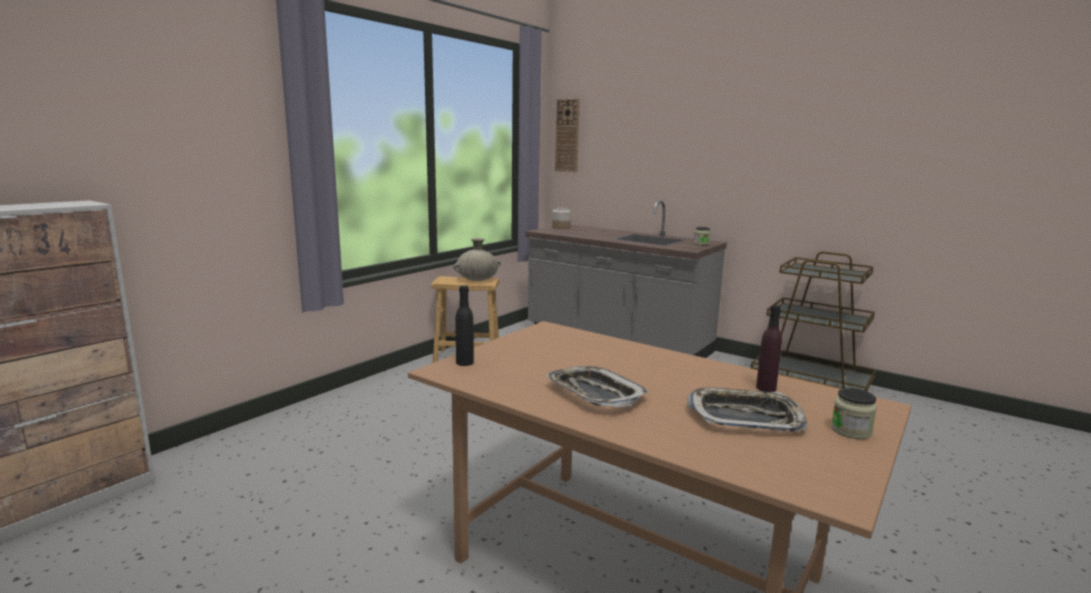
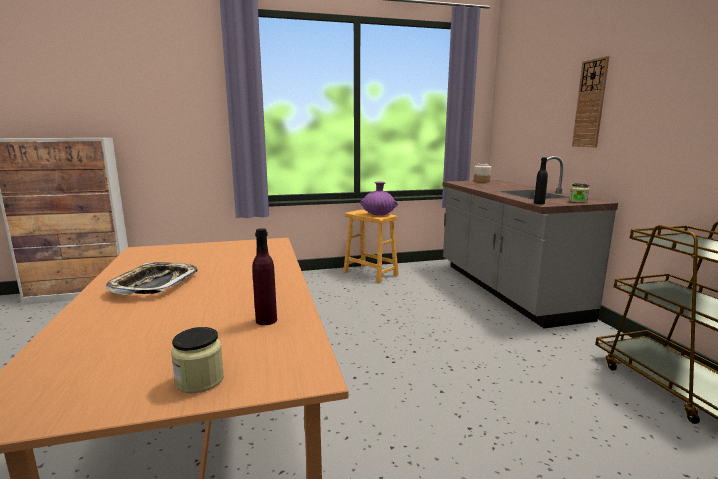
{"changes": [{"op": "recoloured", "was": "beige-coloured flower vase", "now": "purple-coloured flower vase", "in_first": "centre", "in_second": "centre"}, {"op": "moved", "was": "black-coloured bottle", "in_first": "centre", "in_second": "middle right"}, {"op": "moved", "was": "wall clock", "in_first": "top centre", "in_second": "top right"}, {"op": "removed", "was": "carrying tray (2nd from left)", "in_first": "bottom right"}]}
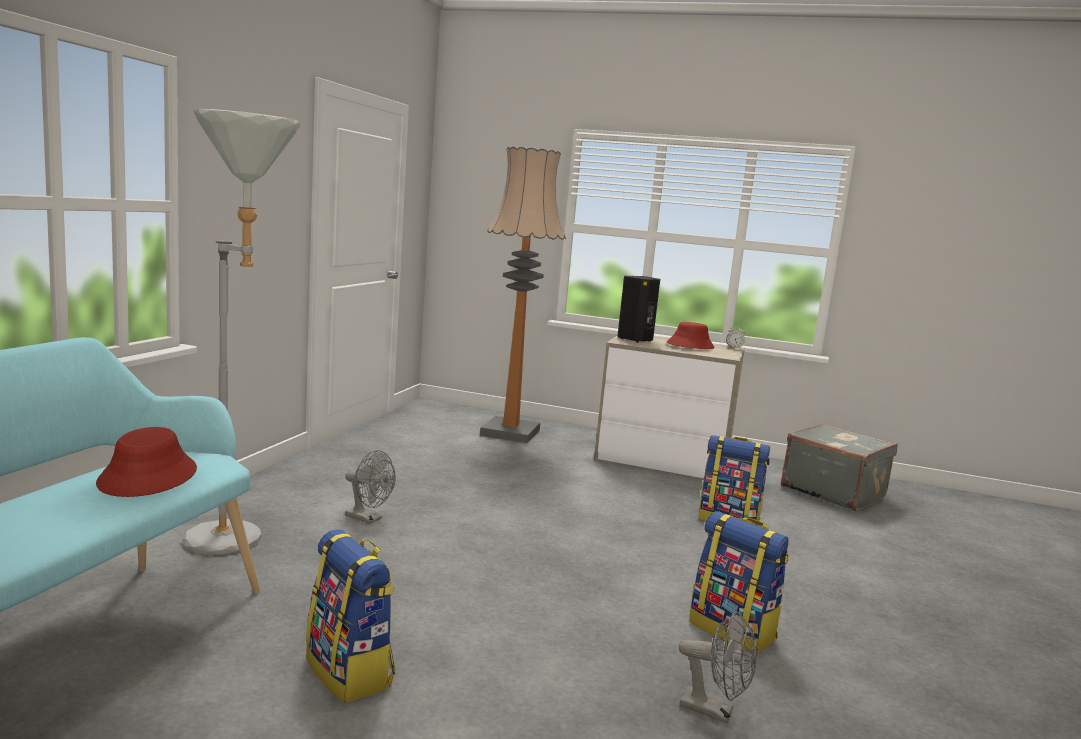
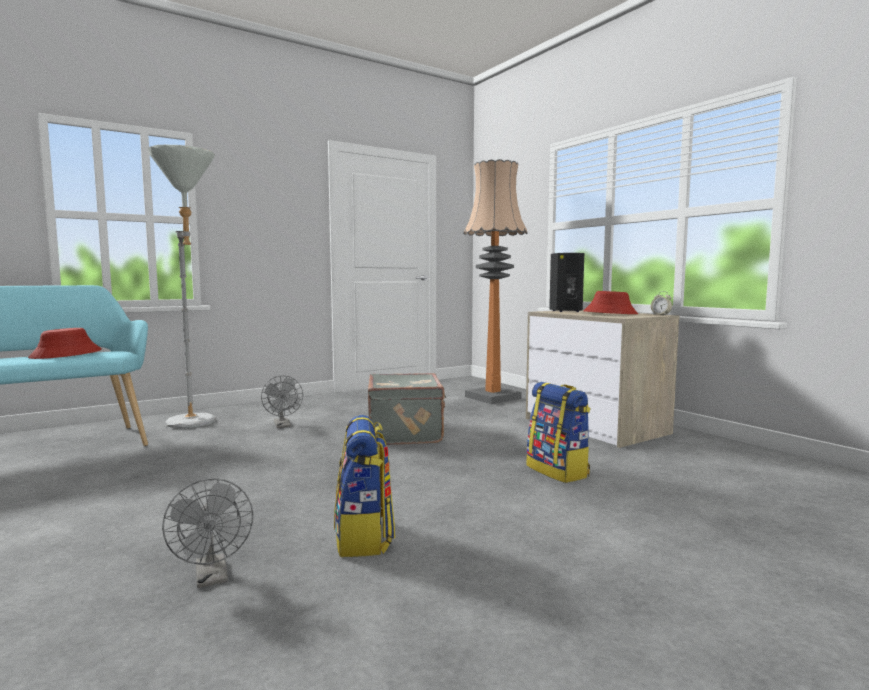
{"changes": [{"op": "moved", "was": "gray travel case", "in_first": "middle right", "in_second": "centre"}, {"op": "removed", "was": "backpack (1st from left)", "in_first": "bottom left"}]}
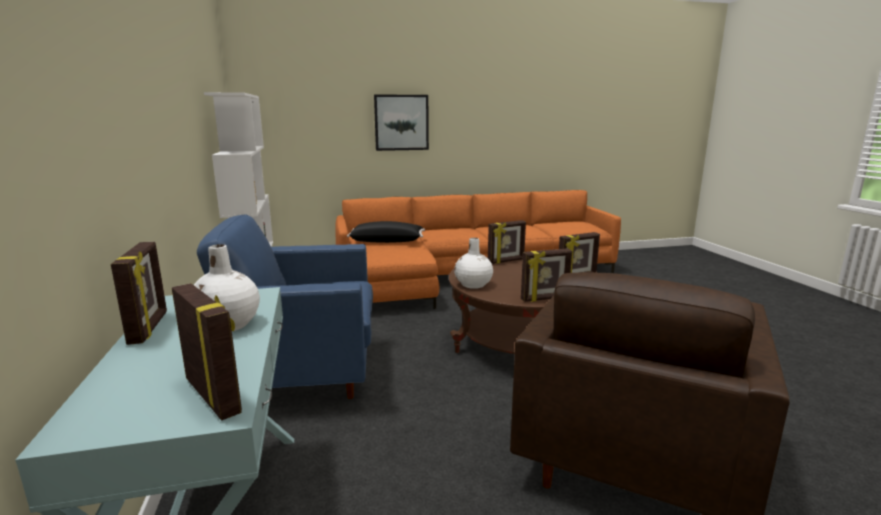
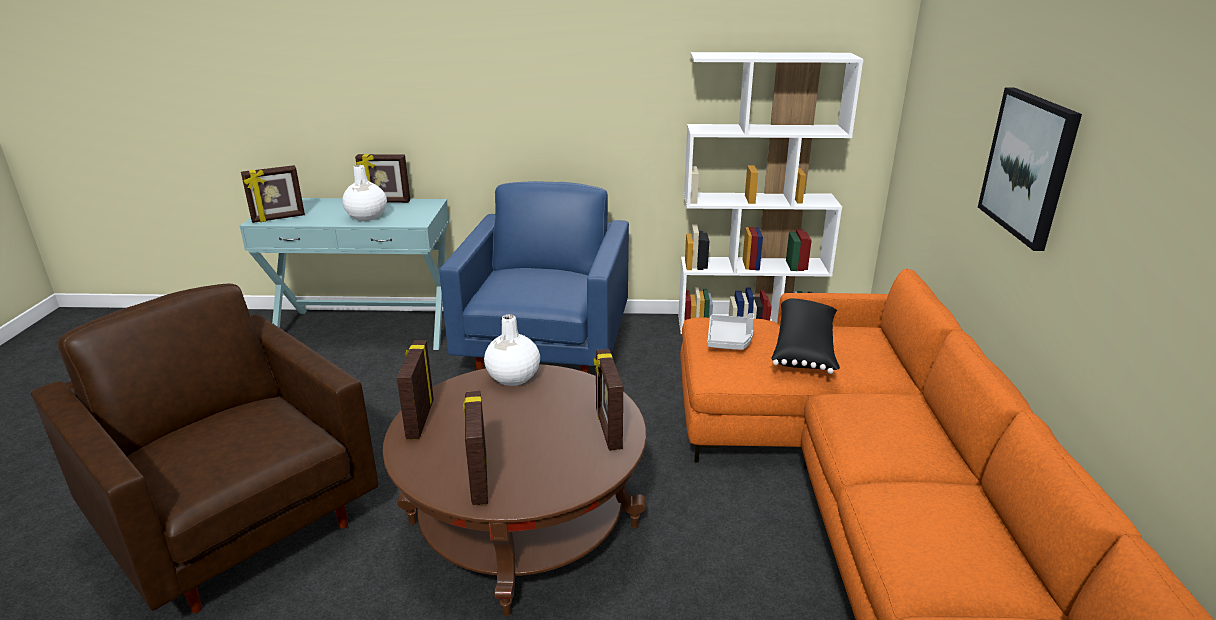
{"changes": [{"op": "added", "now": "gray carrying tray", "in_second": "centre"}]}
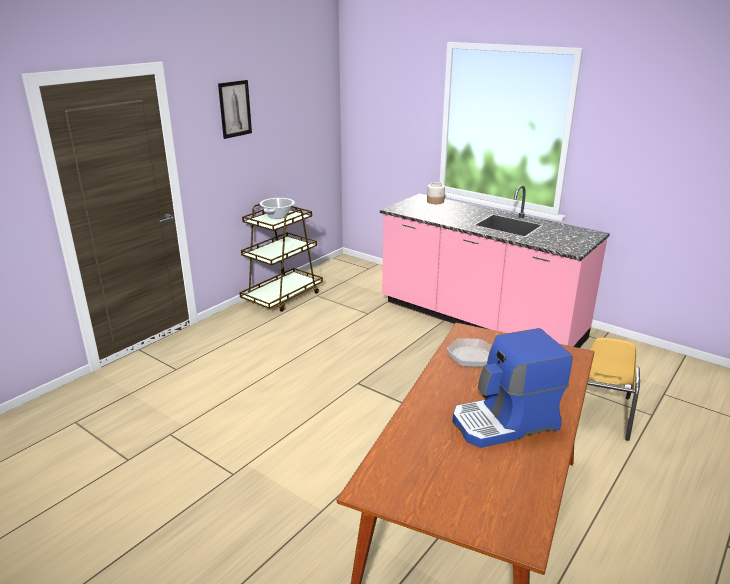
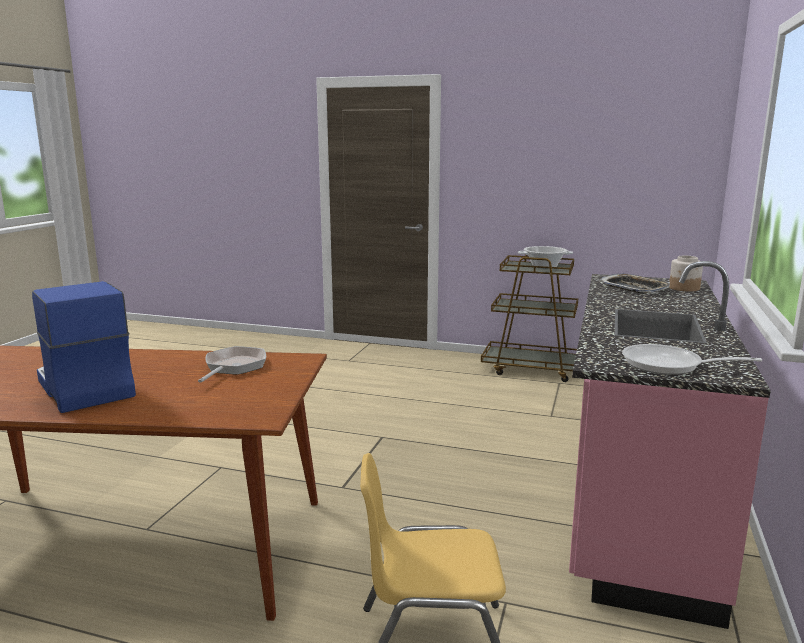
{"changes": [{"op": "added", "now": "carrying tray", "in_second": "middle right"}, {"op": "added", "now": "frying pan (2nd from left)", "in_second": "middle right"}, {"op": "removed", "was": "wall art", "in_first": "top left"}]}
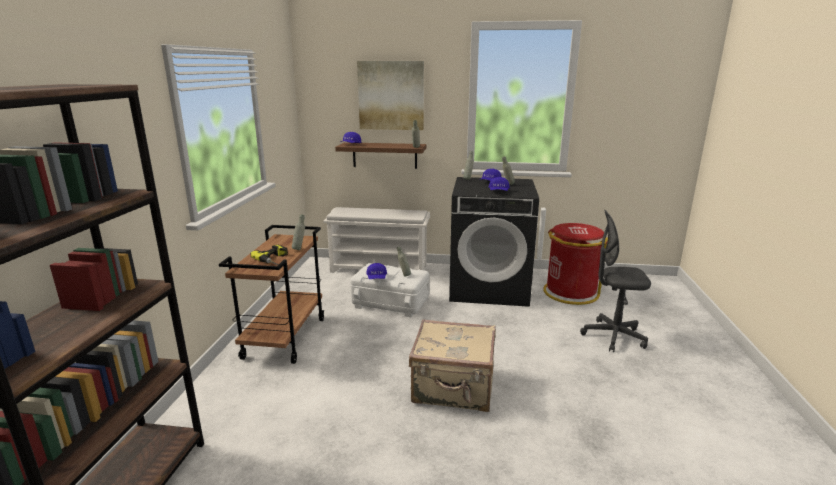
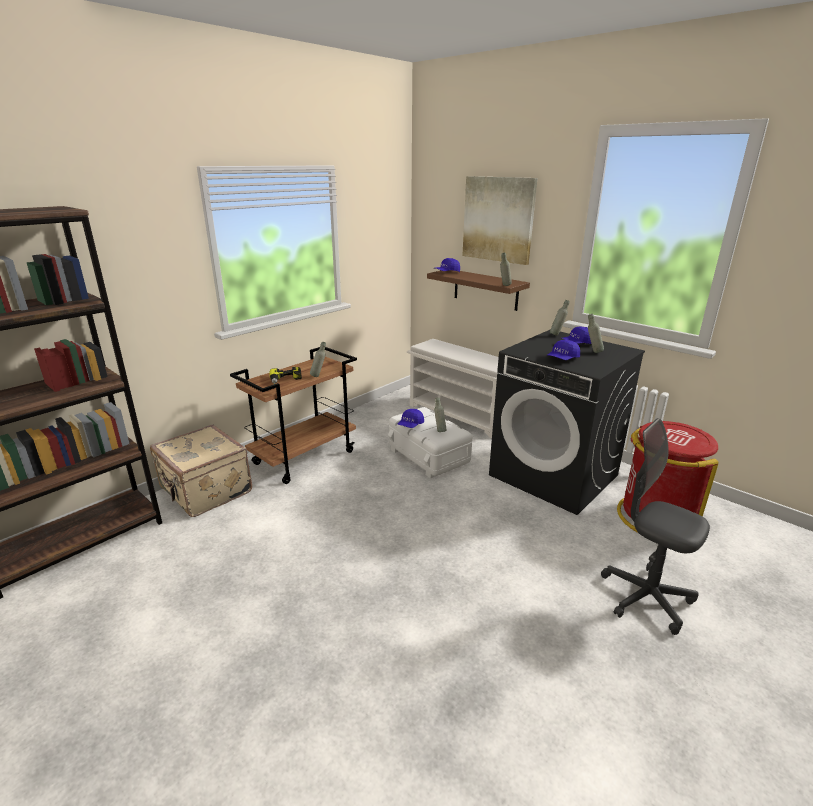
{"changes": [{"op": "moved", "was": "beige-coloured travel case", "in_first": "bottom centre", "in_second": "middle left"}]}
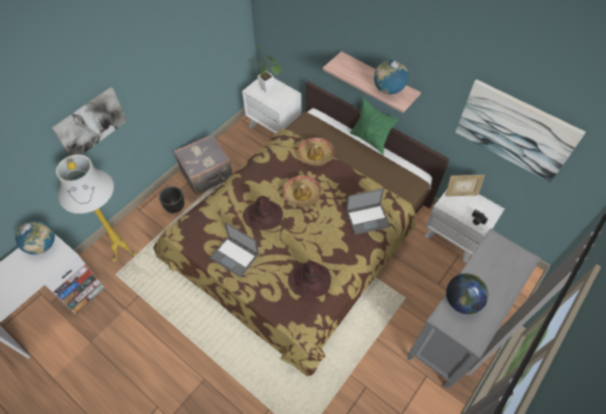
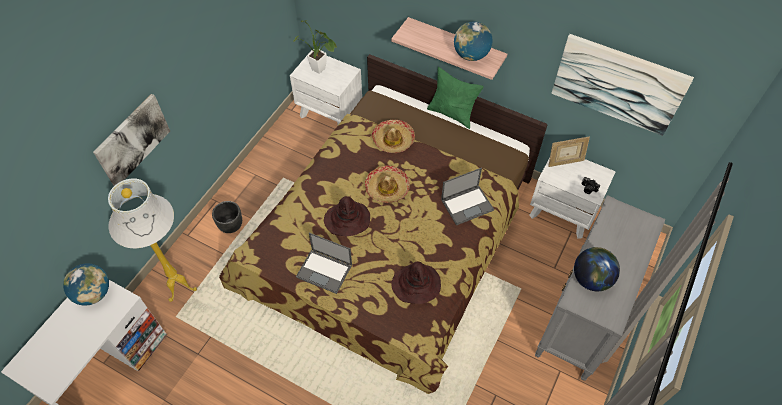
{"changes": [{"op": "removed", "was": "gray travel case", "in_first": "centre"}]}
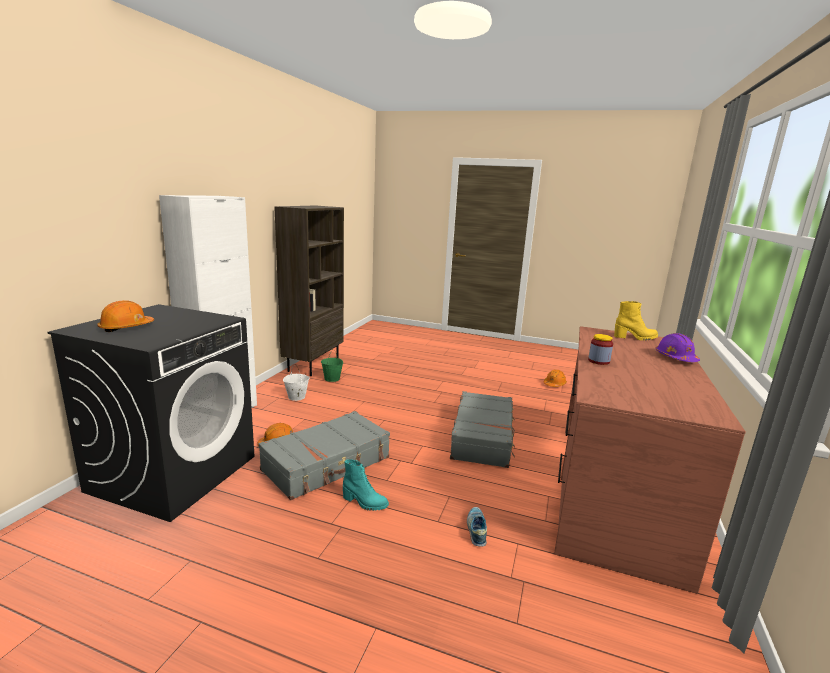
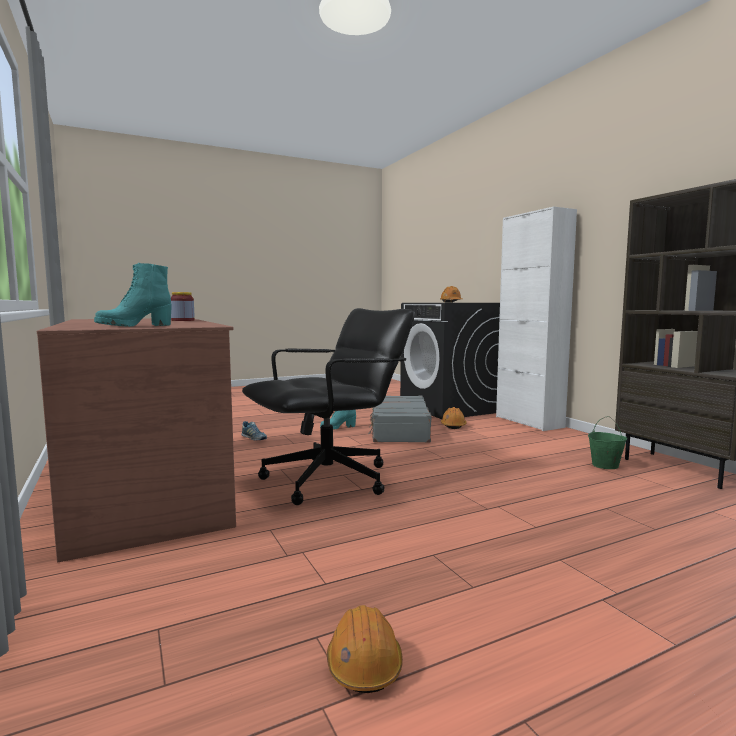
{"changes": [{"op": "recoloured", "was": "yellowish tall boot", "now": "turquoise tall boot (1st from left)", "in_first": "middle right", "in_second": "middle left"}, {"op": "replaced", "was": "gray travel case (2nd from left)", "now": "black-coloured desk chair", "in_first": "centre", "in_second": "centre"}, {"op": "removed", "was": "whitish water bucket", "in_first": "centre"}, {"op": "removed", "was": "purple-coloured safety helmet", "in_first": "middle right"}]}
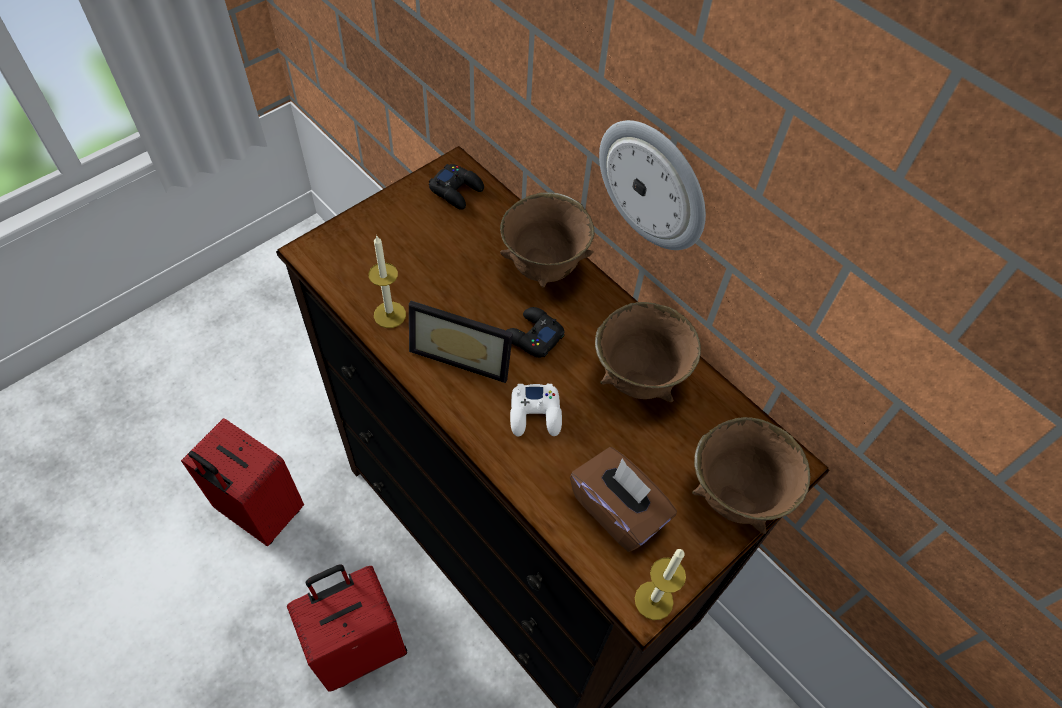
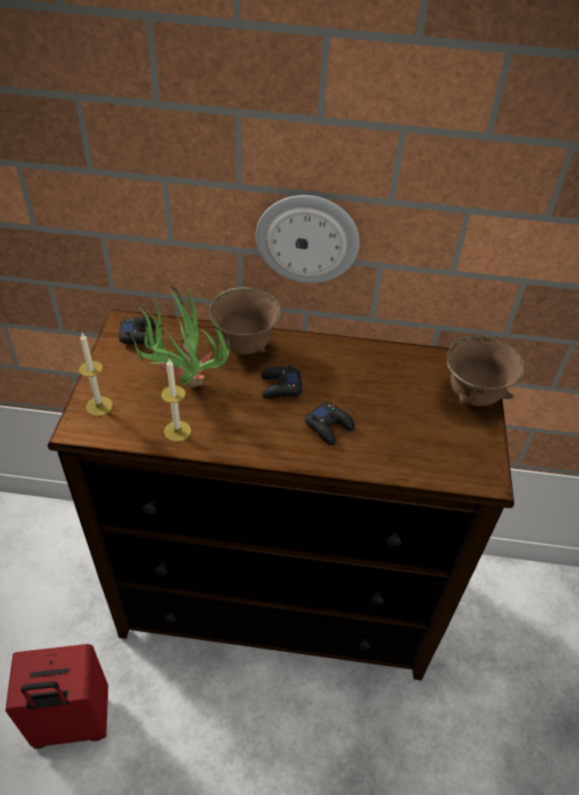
{"changes": [{"op": "moved", "was": "candle (2nd from left in the first image)", "now": "candle (1st from left)", "in_first": "bottom centre", "in_second": "middle left"}, {"op": "added", "now": "houseplant", "in_second": "middle left"}, {"op": "recoloured", "was": "whitish game controller", "now": "black-coloured game controller (3rd from left)", "in_first": "centre", "in_second": "centre"}, {"op": "removed", "was": "red-coloured travel case (2nd from left)", "in_first": "bottom left"}, {"op": "removed", "was": "standing frame", "in_first": "centre"}, {"op": "removed", "was": "brownish tissue holder", "in_first": "bottom centre"}, {"op": "removed", "was": "brownish serving bowl (2nd from left)", "in_first": "centre"}]}
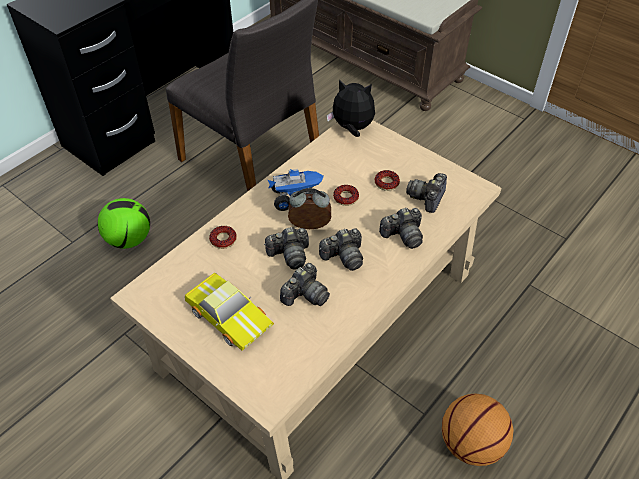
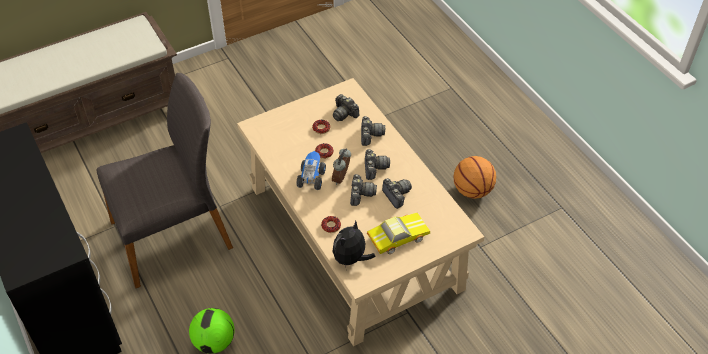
{"changes": [{"op": "moved", "was": "plush toy", "in_first": "top centre", "in_second": "bottom centre"}]}
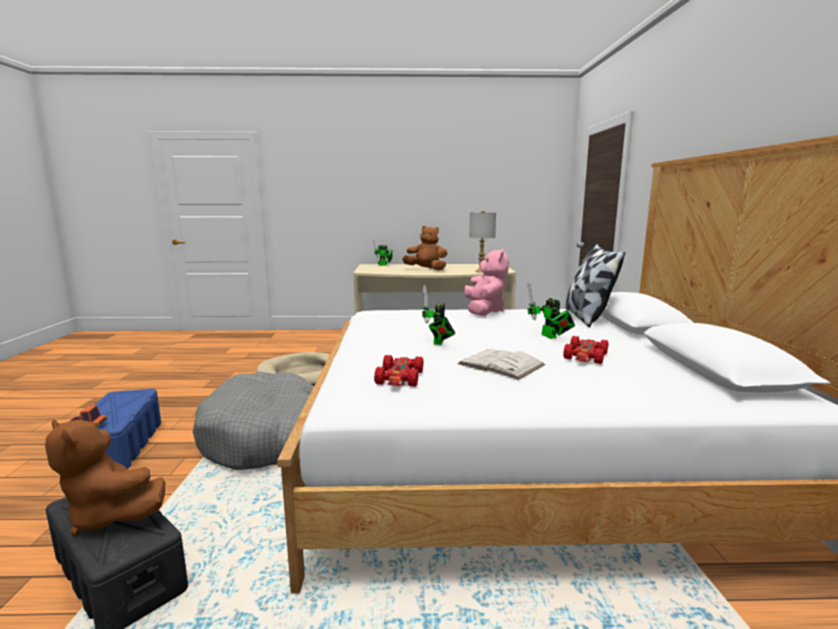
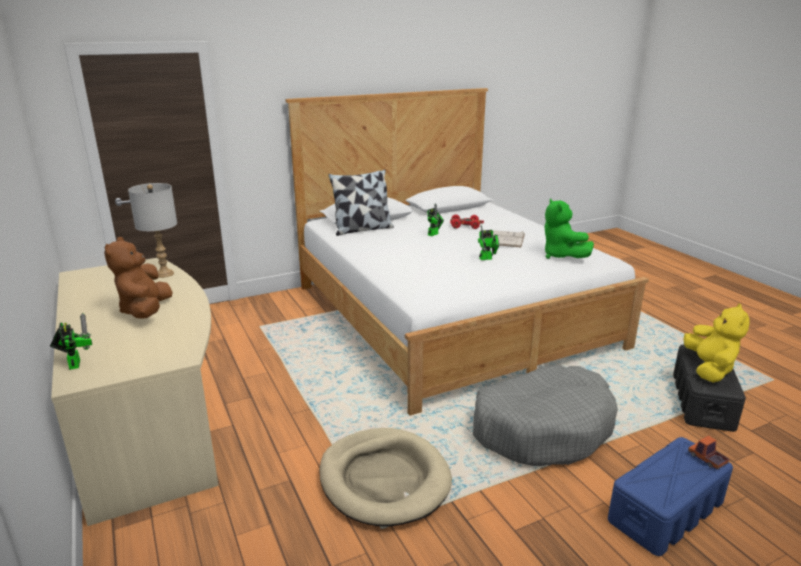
{"changes": [{"op": "replaced", "was": "red-coloured model car (1st from left)", "now": "green-coloured plush toy", "in_first": "centre", "in_second": "middle right"}, {"op": "recoloured", "was": "brownish plush toy (1st from left)", "now": "yellowish plush toy", "in_first": "bottom left", "in_second": "middle right"}, {"op": "removed", "was": "pinkish plush toy", "in_first": "centre"}]}
